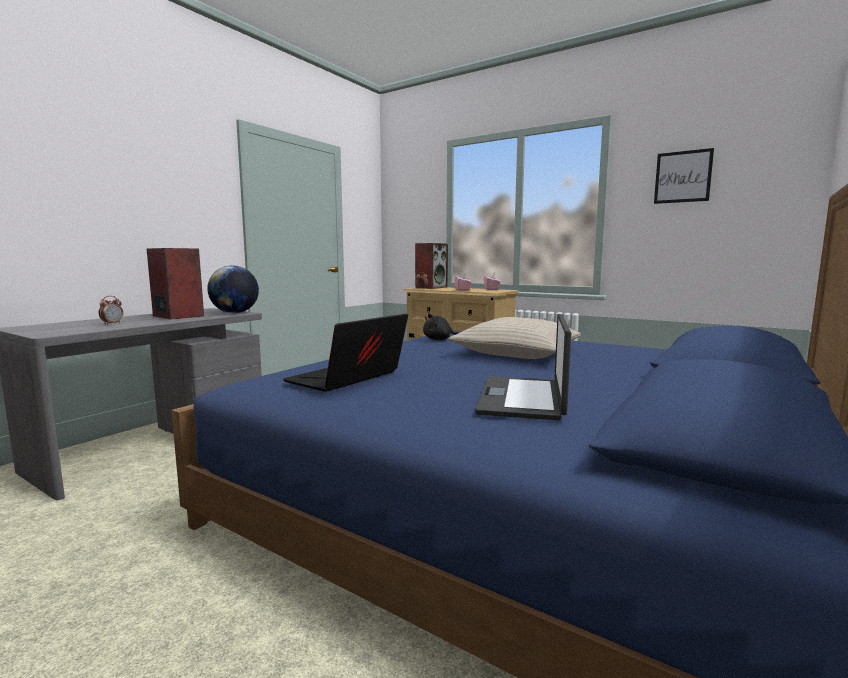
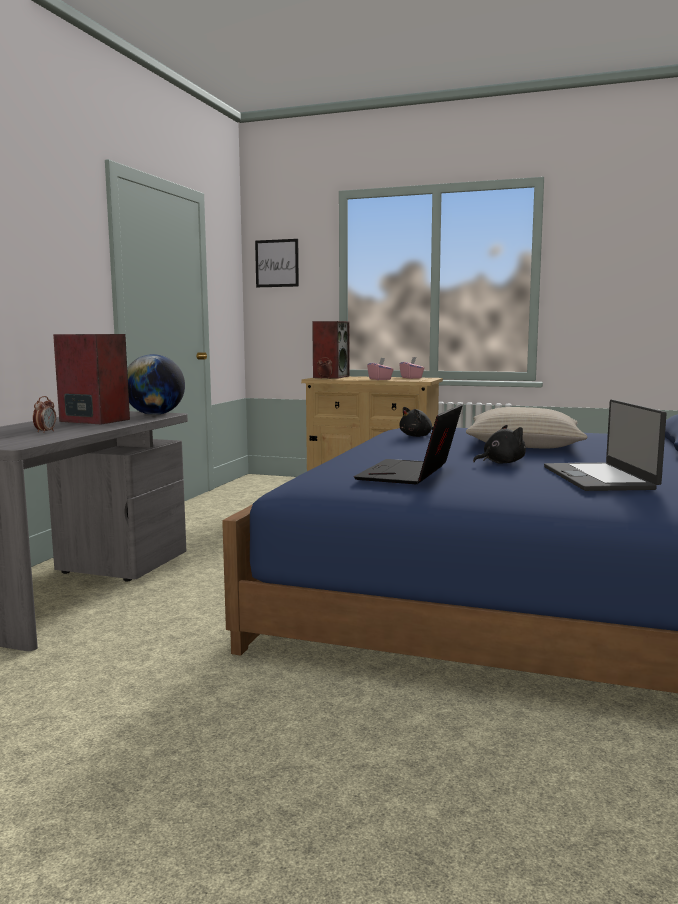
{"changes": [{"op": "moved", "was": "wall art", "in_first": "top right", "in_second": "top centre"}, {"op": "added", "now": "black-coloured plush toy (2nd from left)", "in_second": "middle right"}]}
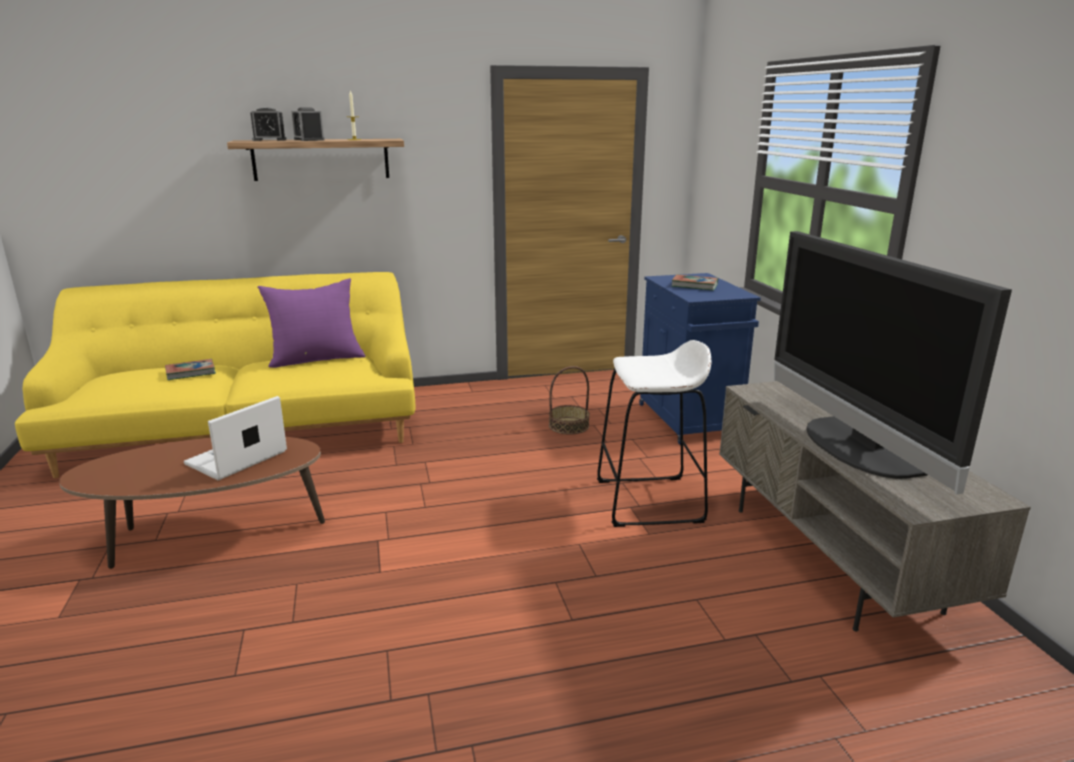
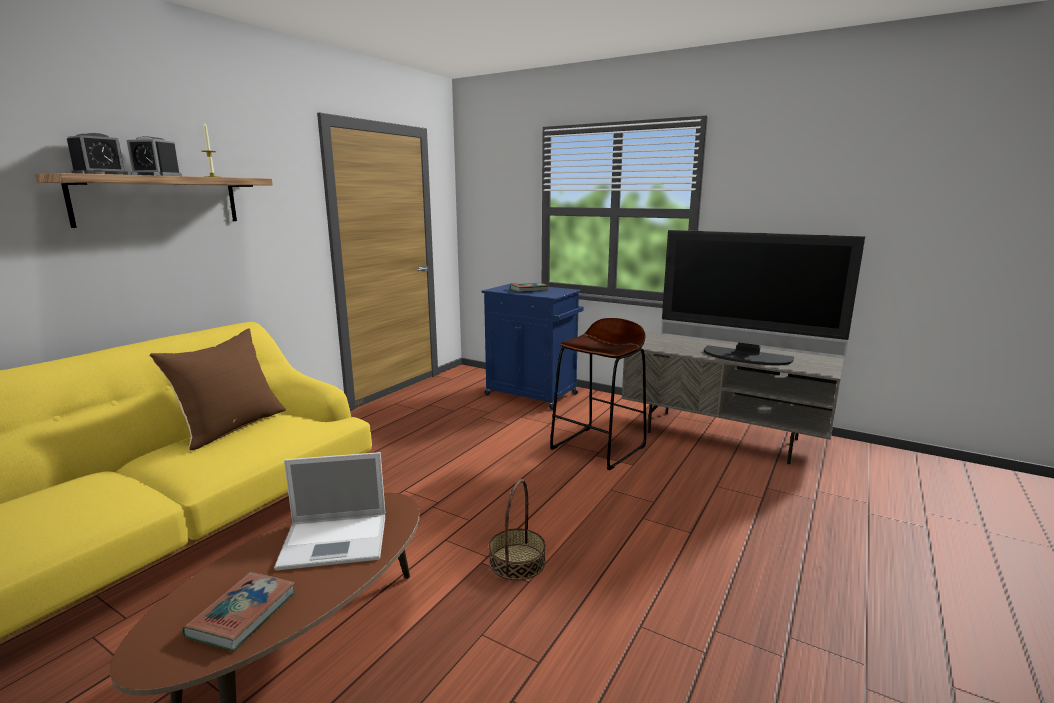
{"changes": [{"op": "recoloured", "was": "purple-coloured throw pillow", "now": "brownish throw pillow", "in_first": "middle left", "in_second": "middle left"}, {"op": "moved", "was": "volume (1st from left)", "in_first": "middle left", "in_second": "bottom left"}, {"op": "turned", "was": "portable computer", "in_first": "middle left", "in_second": "bottom left", "clockwise": -90}, {"op": "moved", "was": "storage basket", "in_first": "centre", "in_second": "bottom centre"}, {"op": "recoloured", "was": "whitish sitting stool", "now": "brownish sitting stool", "in_first": "centre", "in_second": "centre"}]}
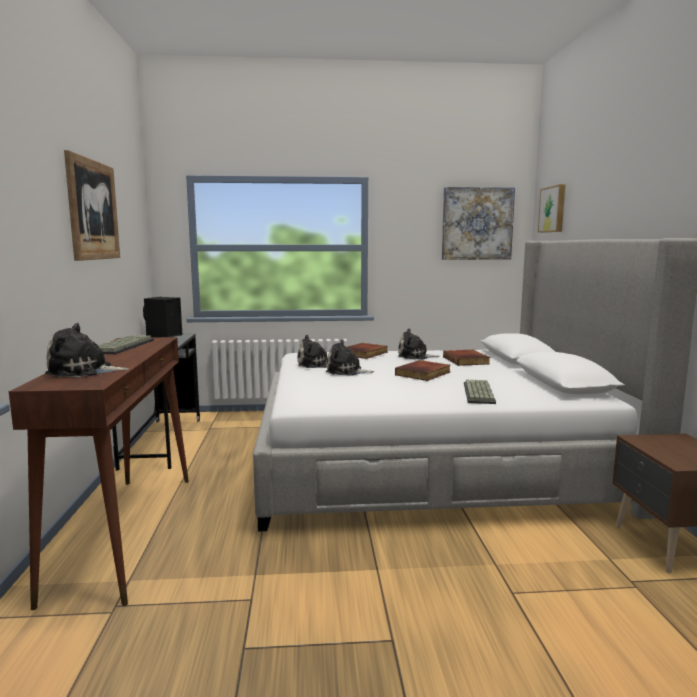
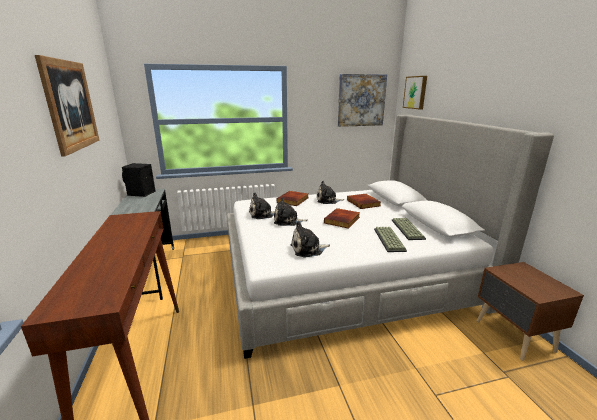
{"changes": [{"op": "moved", "was": "plush toy (1st from left in the first image)", "now": "plush toy (3rd from left)", "in_first": "middle left", "in_second": "centre"}, {"op": "moved", "was": "computer keyboard (1st from left in the first image)", "now": "computer keyboard (2nd from left)", "in_first": "middle left", "in_second": "middle right"}]}
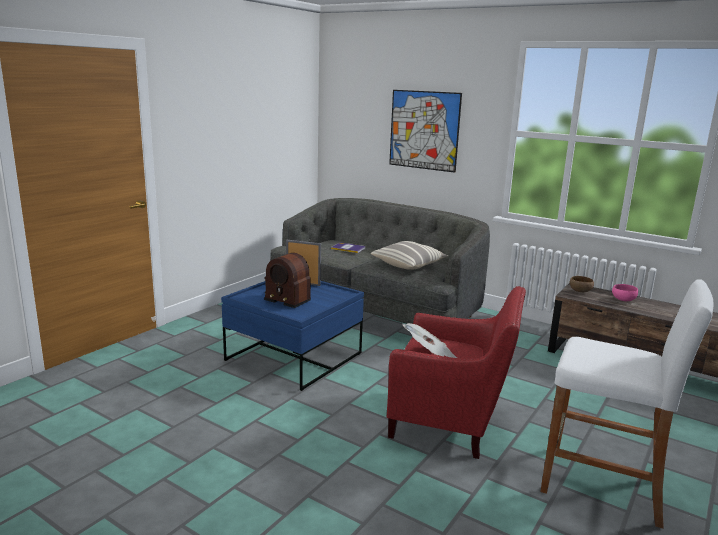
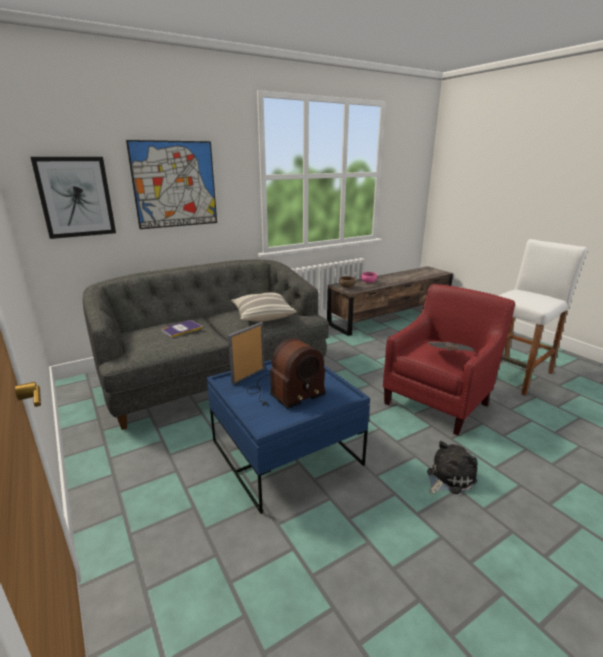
{"changes": [{"op": "added", "now": "wall art (1st from left)", "in_second": "top left"}, {"op": "added", "now": "plush toy", "in_second": "bottom right"}]}
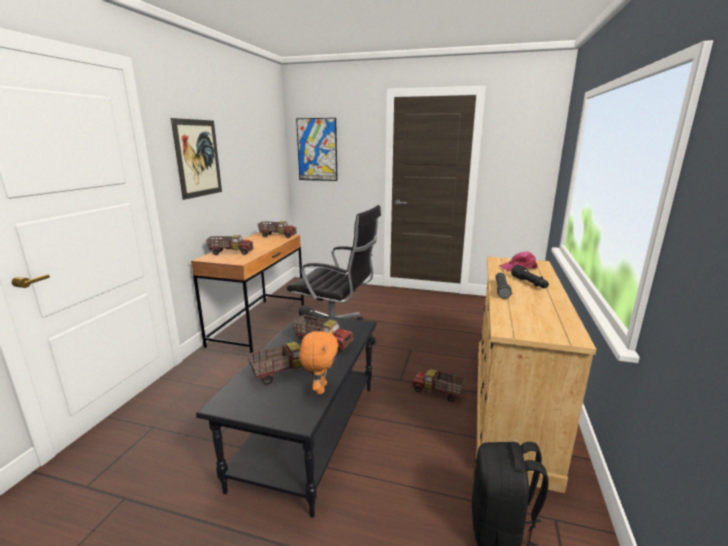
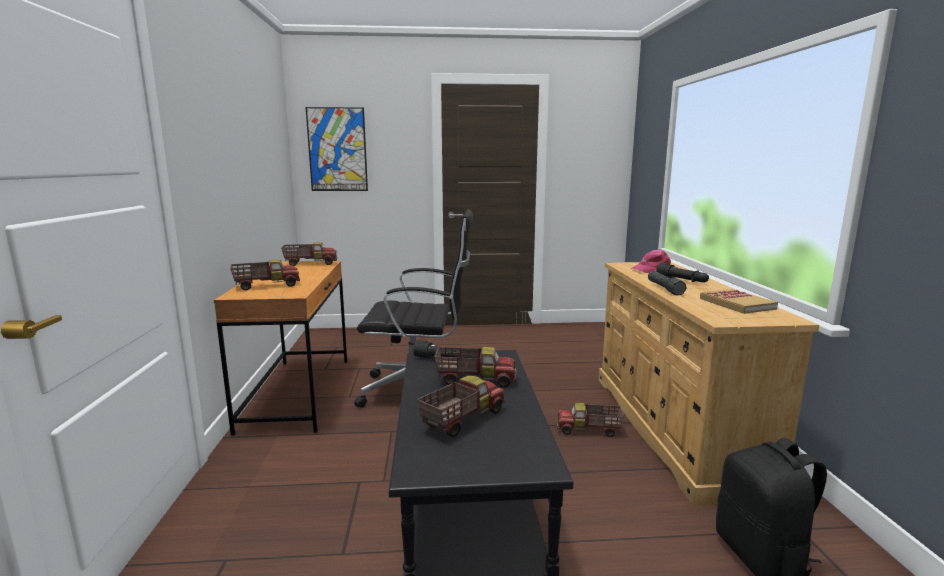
{"changes": [{"op": "added", "now": "volume", "in_second": "middle right"}, {"op": "removed", "was": "wall art (1st from left)", "in_first": "top left"}, {"op": "removed", "was": "orange plush toy", "in_first": "centre"}]}
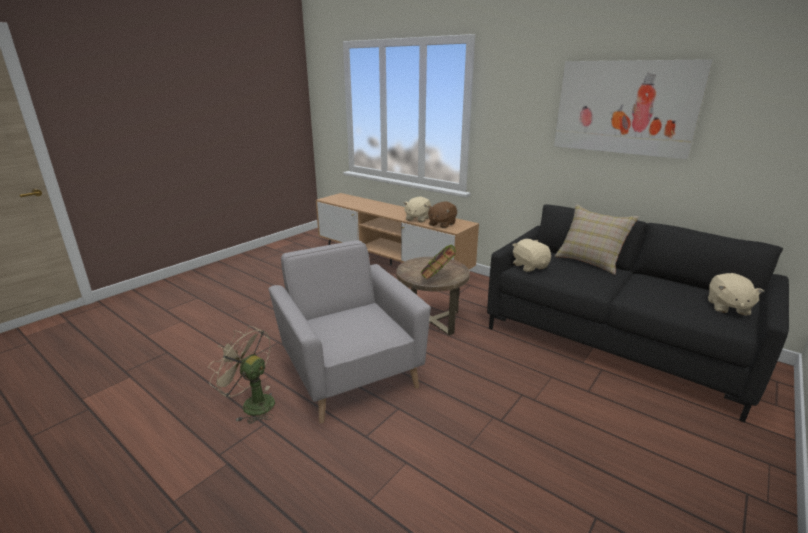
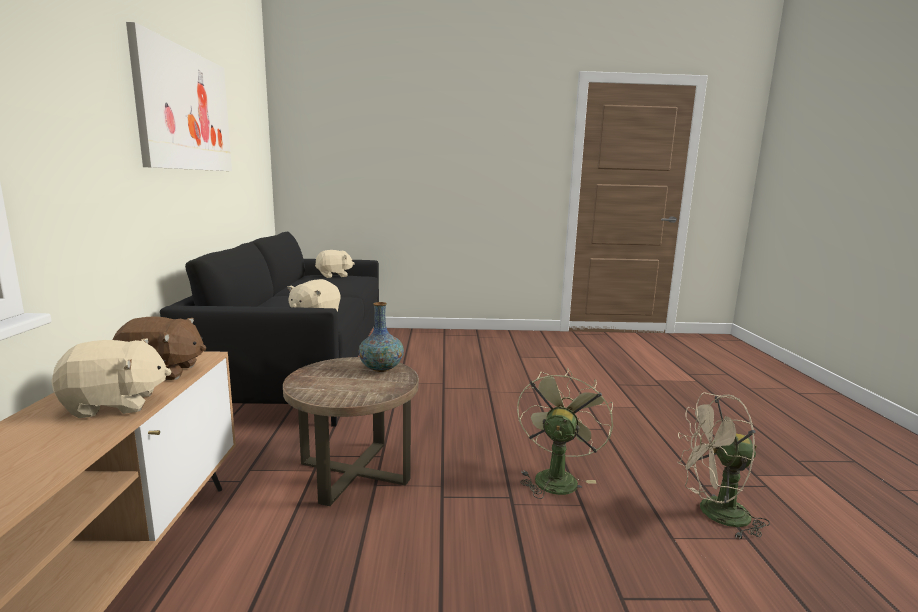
{"changes": [{"op": "replaced", "was": "volume", "now": "flower vase", "in_first": "centre", "in_second": "centre"}, {"op": "replaced", "was": "gray lounge chair", "now": "green-coloured fan", "in_first": "centre", "in_second": "bottom centre"}, {"op": "turned", "was": "beige-coloured fan", "in_first": "bottom left", "in_second": "bottom right", "clockwise": 105}, {"op": "removed", "was": "beige-coloured throw pillow", "in_first": "middle right"}]}
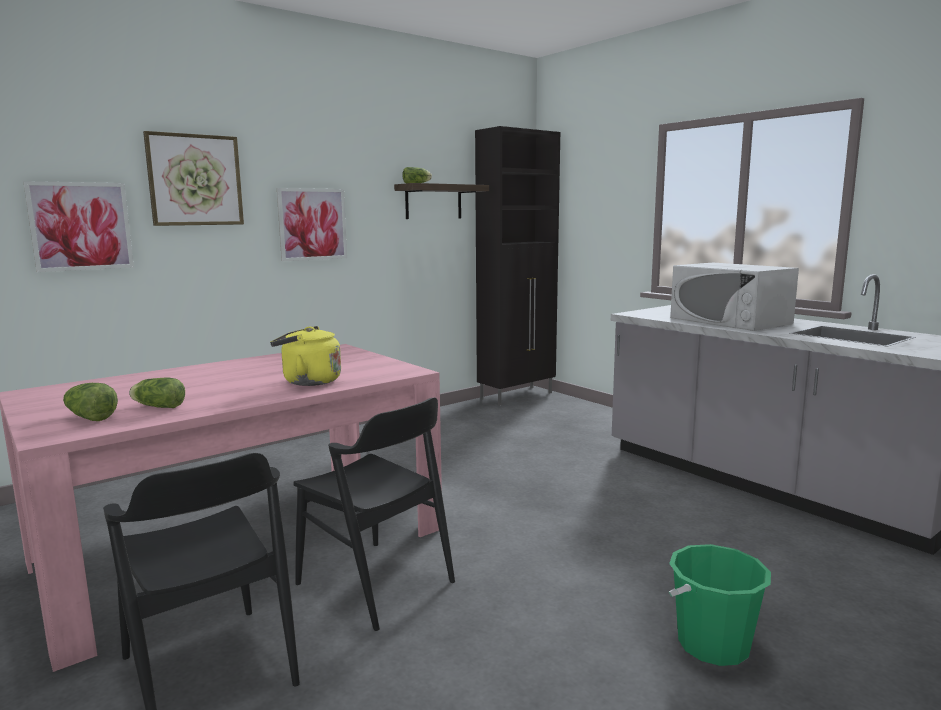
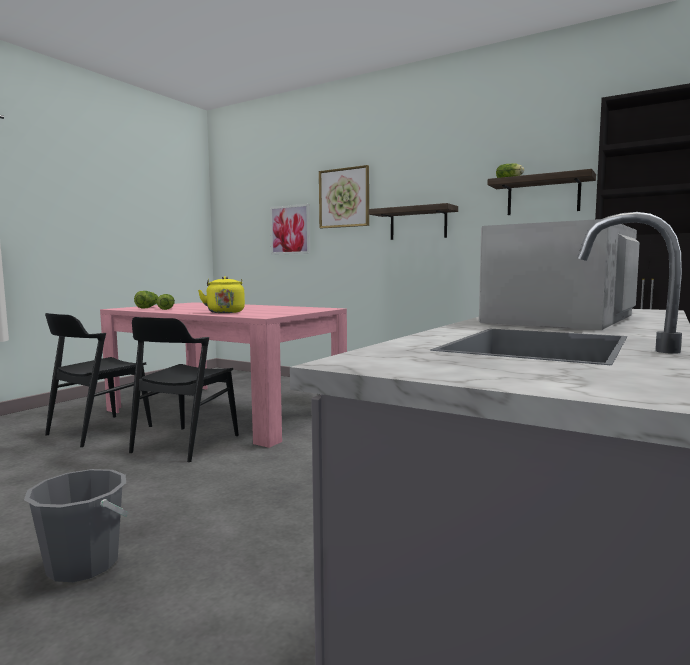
{"changes": [{"op": "recoloured", "was": "green-coloured water bucket", "now": "gray water bucket", "in_first": "bottom right", "in_second": "bottom left"}, {"op": "replaced", "was": "wall art (3rd from left)", "now": "shelf (1st from left)", "in_first": "top left", "in_second": "top centre"}]}
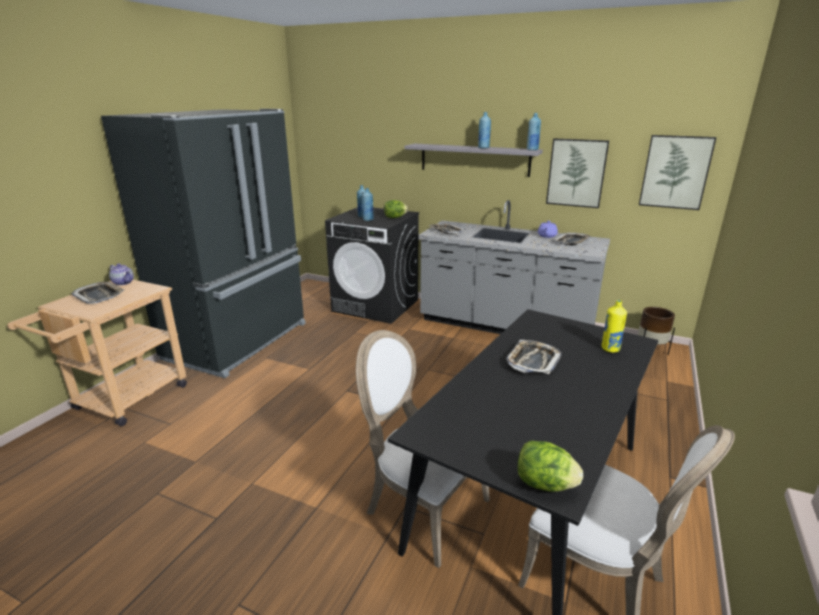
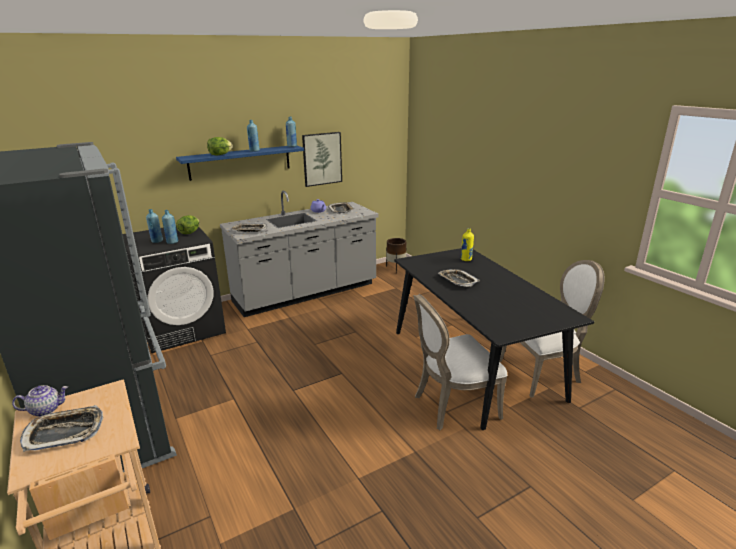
{"changes": [{"op": "recoloured", "was": "gray shelf", "now": "blue-coloured shelf", "in_first": "top centre", "in_second": "top left"}, {"op": "moved", "was": "lettuce head (2nd from left)", "in_first": "bottom right", "in_second": "top left"}, {"op": "removed", "was": "wall art (2nd from left)", "in_first": "top right"}]}
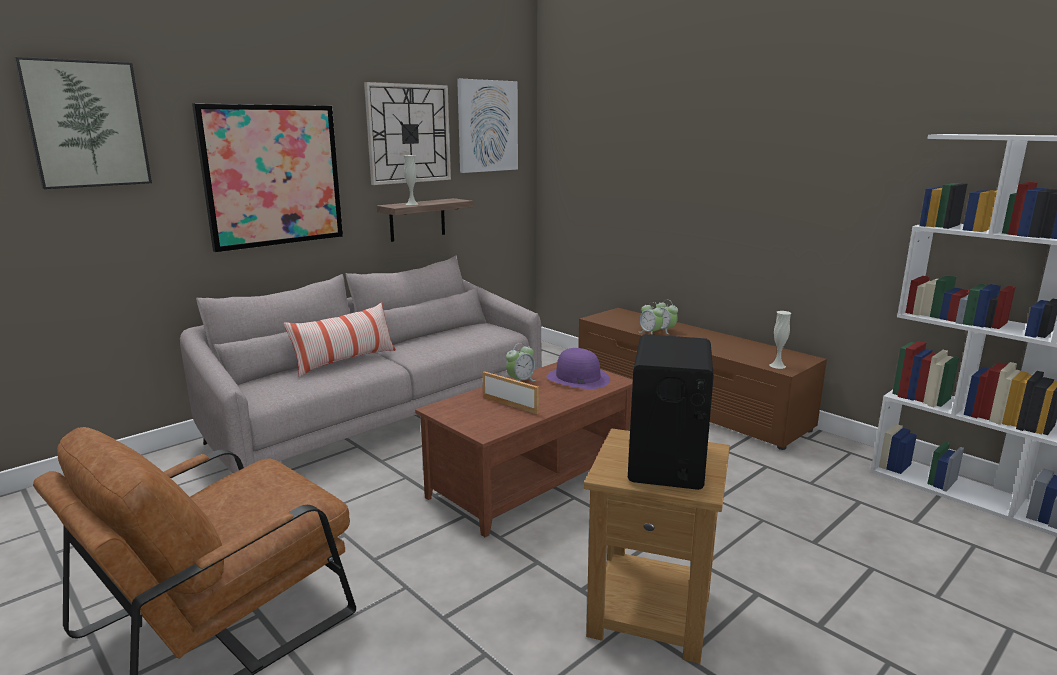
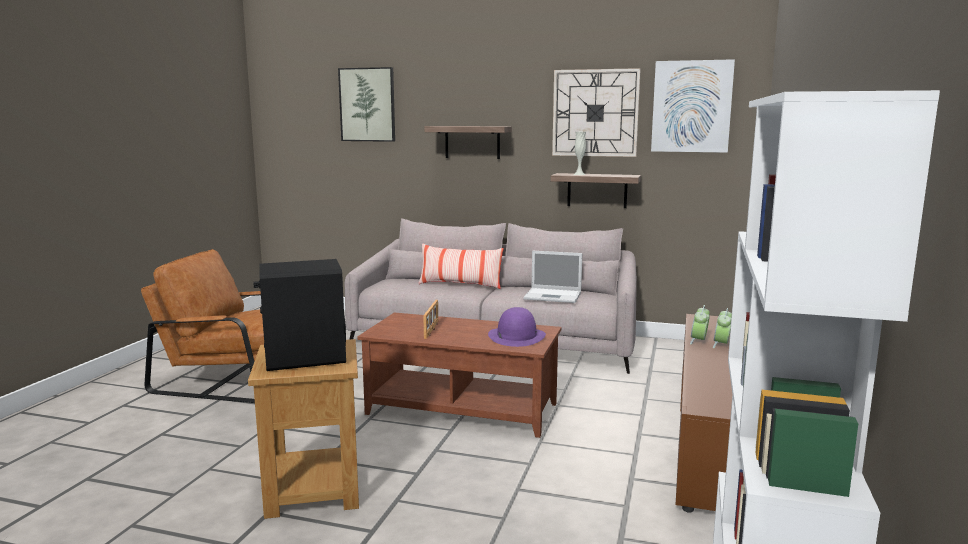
{"changes": [{"op": "replaced", "was": "wall art (2nd from left)", "now": "shelf (1st from left)", "in_first": "top left", "in_second": "top centre"}, {"op": "added", "now": "portable computer", "in_second": "centre"}, {"op": "removed", "was": "table clock (1st from left)", "in_first": "centre"}, {"op": "removed", "was": "whitish flower vase (2nd from left)", "in_first": "middle right"}]}
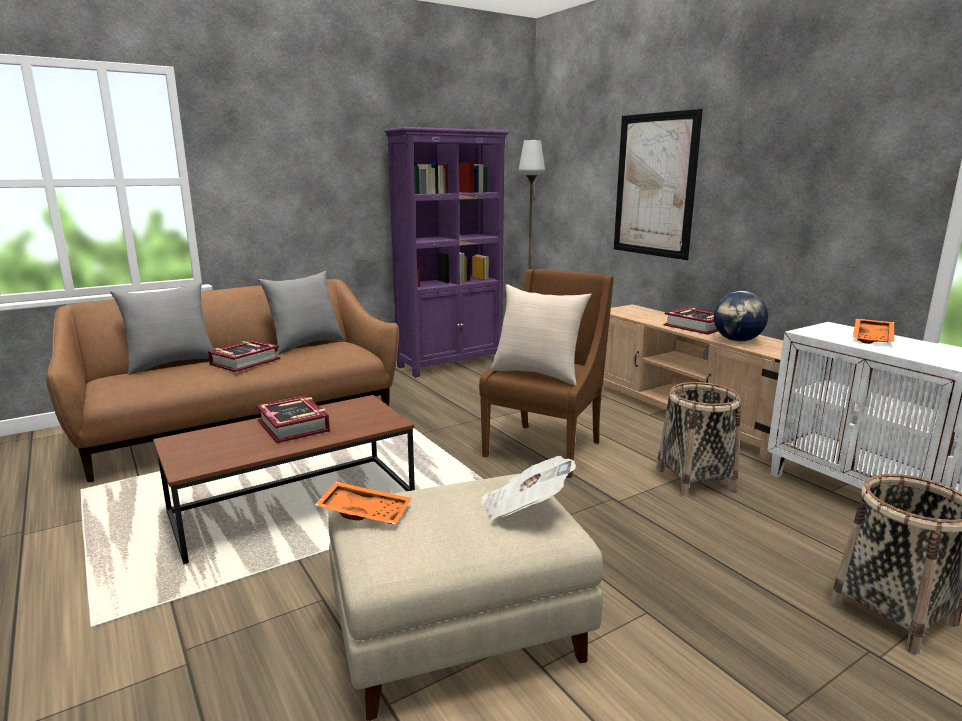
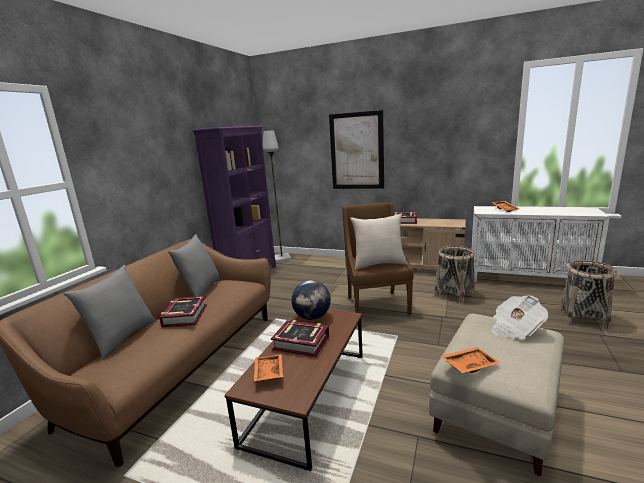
{"changes": [{"op": "added", "now": "orange carrying tray (1st from left)", "in_second": "bottom centre"}, {"op": "moved", "was": "globe", "in_first": "middle right", "in_second": "centre"}]}
